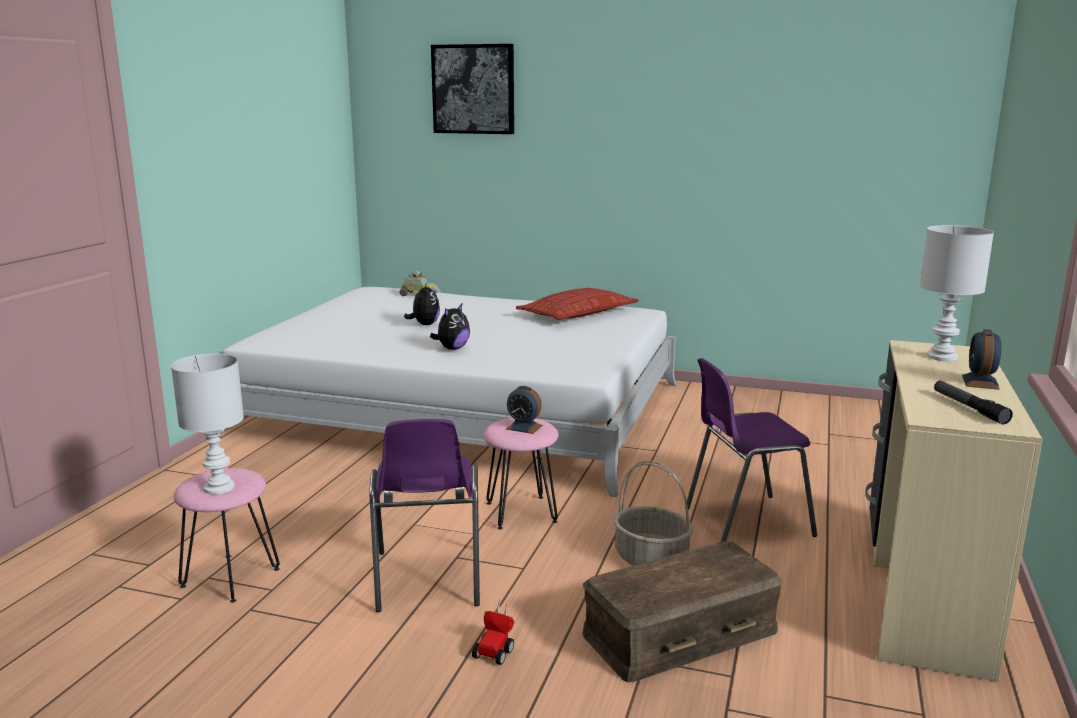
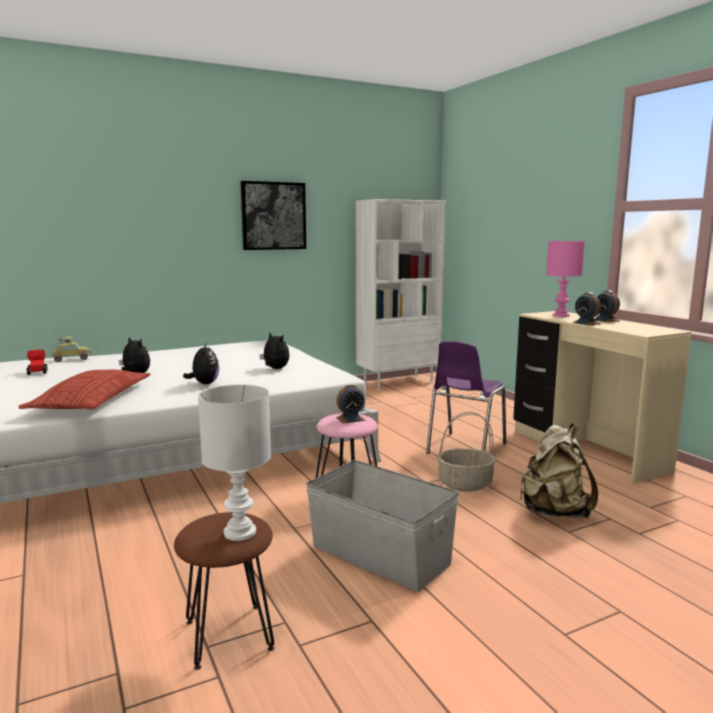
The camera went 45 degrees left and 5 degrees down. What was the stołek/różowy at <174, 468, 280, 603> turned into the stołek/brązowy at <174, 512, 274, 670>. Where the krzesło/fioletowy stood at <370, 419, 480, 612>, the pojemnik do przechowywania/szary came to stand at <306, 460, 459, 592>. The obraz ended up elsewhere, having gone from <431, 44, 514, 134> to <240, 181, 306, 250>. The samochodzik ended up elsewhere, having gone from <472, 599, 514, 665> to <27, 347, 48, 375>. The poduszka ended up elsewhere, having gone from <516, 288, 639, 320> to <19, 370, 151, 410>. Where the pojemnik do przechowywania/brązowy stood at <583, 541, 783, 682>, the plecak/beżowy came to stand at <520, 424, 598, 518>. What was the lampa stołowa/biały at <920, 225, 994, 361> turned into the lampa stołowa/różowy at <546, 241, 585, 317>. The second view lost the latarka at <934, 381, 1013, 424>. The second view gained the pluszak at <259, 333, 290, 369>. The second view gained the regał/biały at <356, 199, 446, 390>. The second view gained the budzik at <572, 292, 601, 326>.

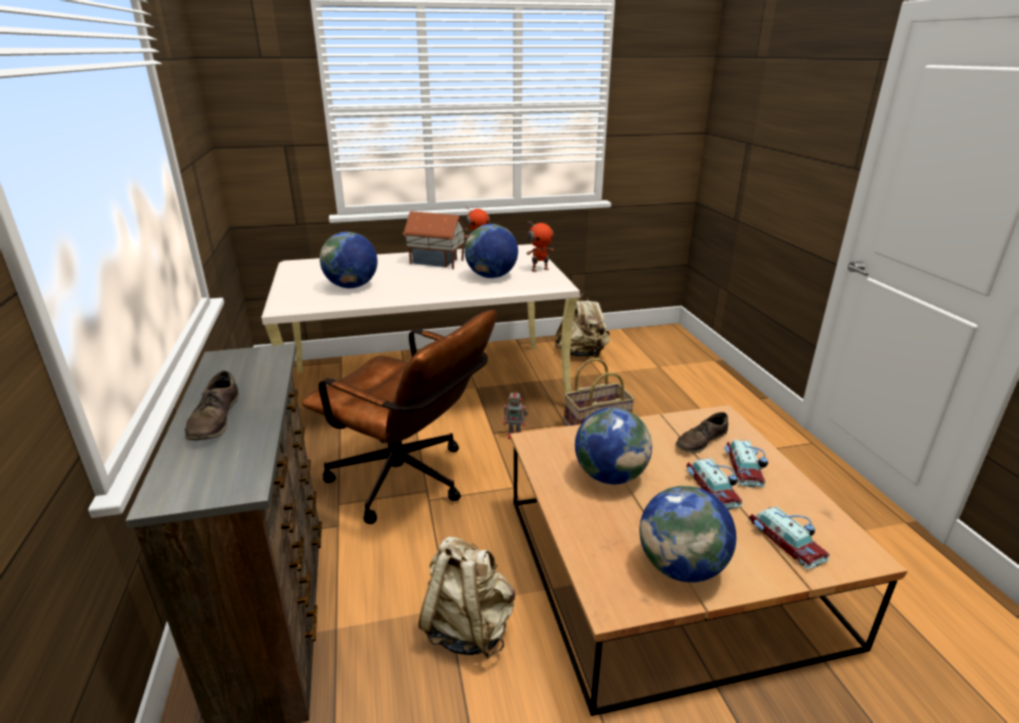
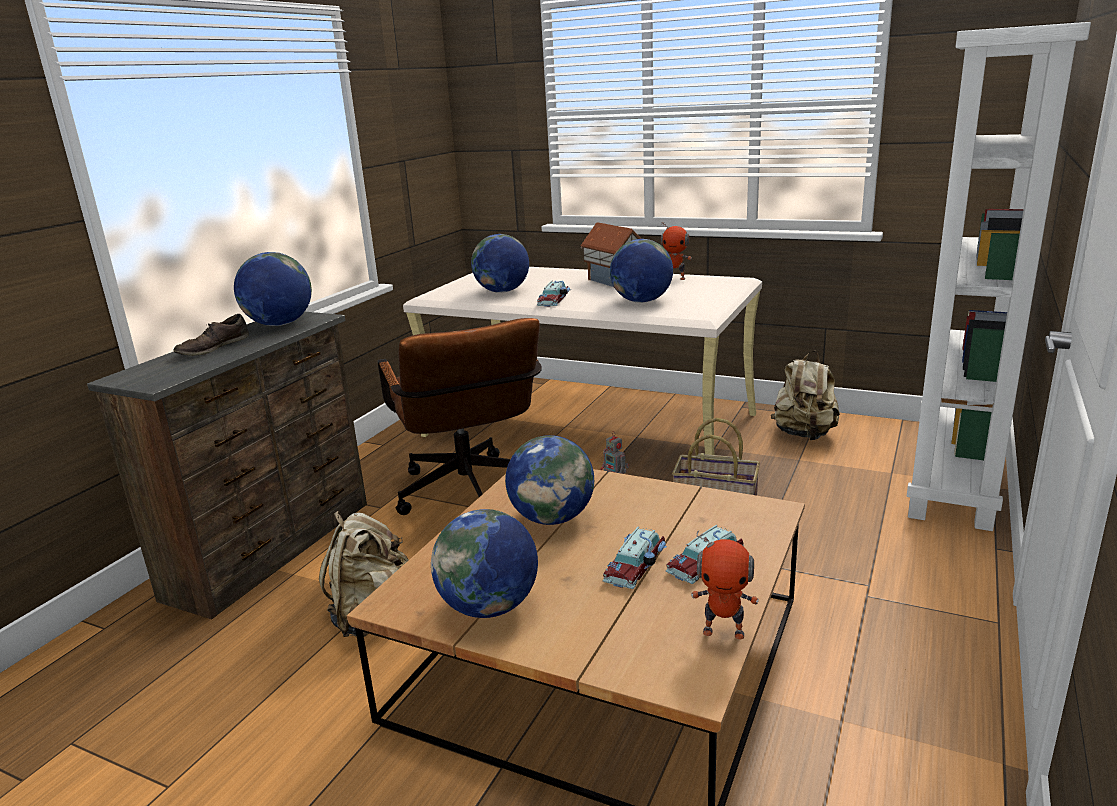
The camera went 40 degrees right and 5 degrees down. The robot zabawkowy ended up elsewhere, having gone from <526, 220, 554, 272> to <691, 530, 759, 639>. The second view lost the but/brązowy at <676, 412, 728, 453>. The samochodzik ended up elsewhere, having gone from <748, 506, 830, 570> to <537, 280, 570, 307>. The second view gained the globus at <234, 252, 312, 326>. The second view gained the regał/biały at <907, 22, 1091, 531>.

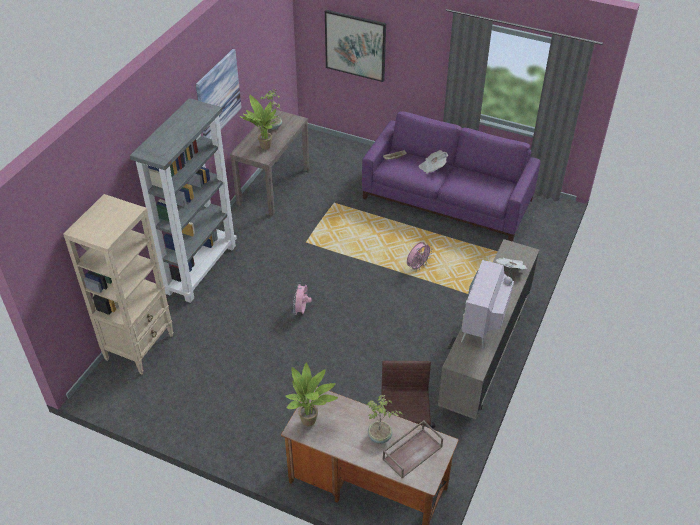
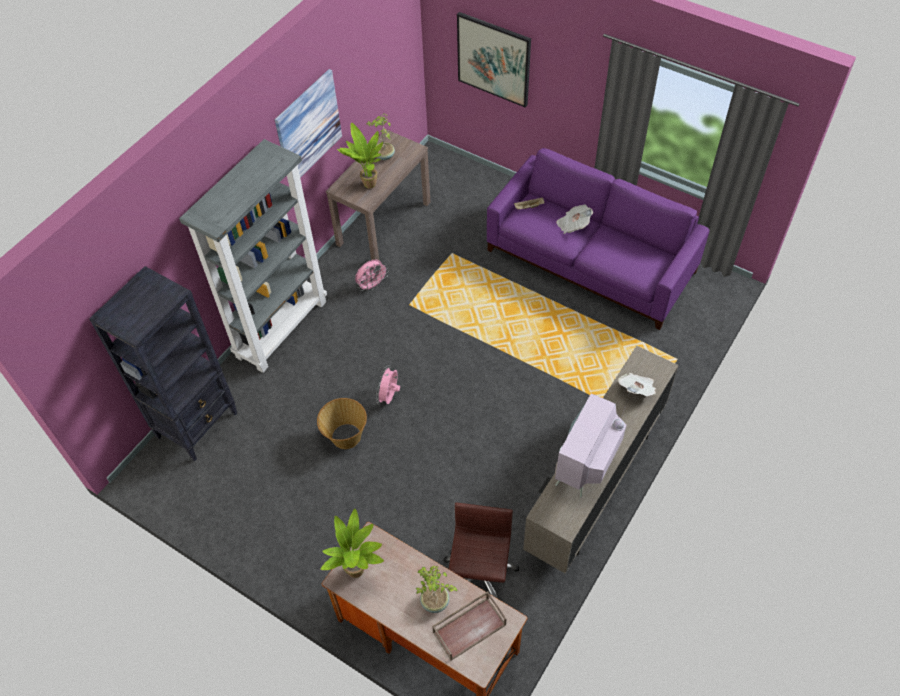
The camera went 10 degrees right and 10 degrees up. What was the regał/beżowy at <63, 194, 174, 375> turned into the regał/czarny at <89, 266, 237, 461>. The wentylator/różowy ended up elsewhere, having gone from <407, 242, 433, 272> to <355, 260, 389, 292>. The second view gained the koszyk at <317, 398, 367, 449>.

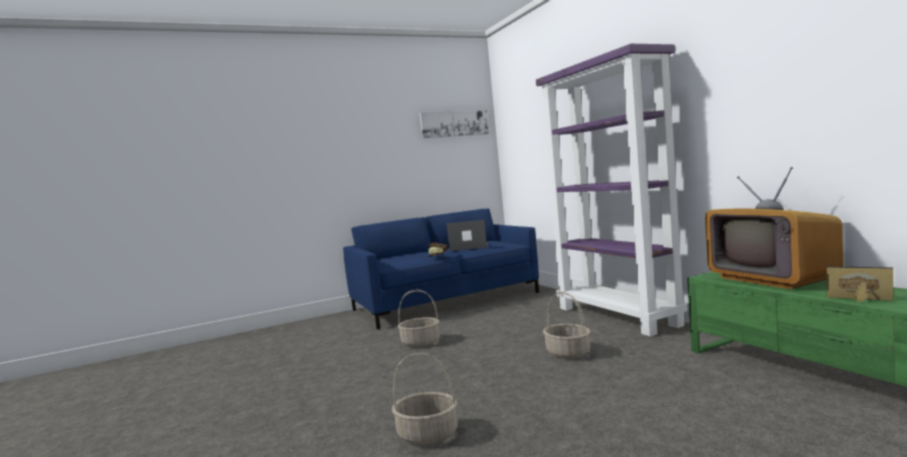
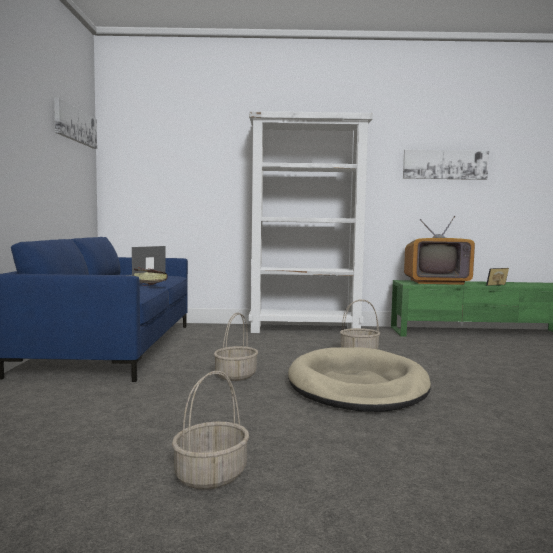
The camera went 65 degrees left and 0 degrees up. The koszyk ended up elsewhere, having gone from <392, 353, 458, 446> to <172, 371, 249, 490>. What was the regał/fioletowy at <536, 44, 687, 337> turned into the regał/biały at <249, 111, 373, 333>. The second view gained the legowisko/beżowy at <288, 347, 431, 412>. The second view gained the obraz at <403, 150, 489, 180>.

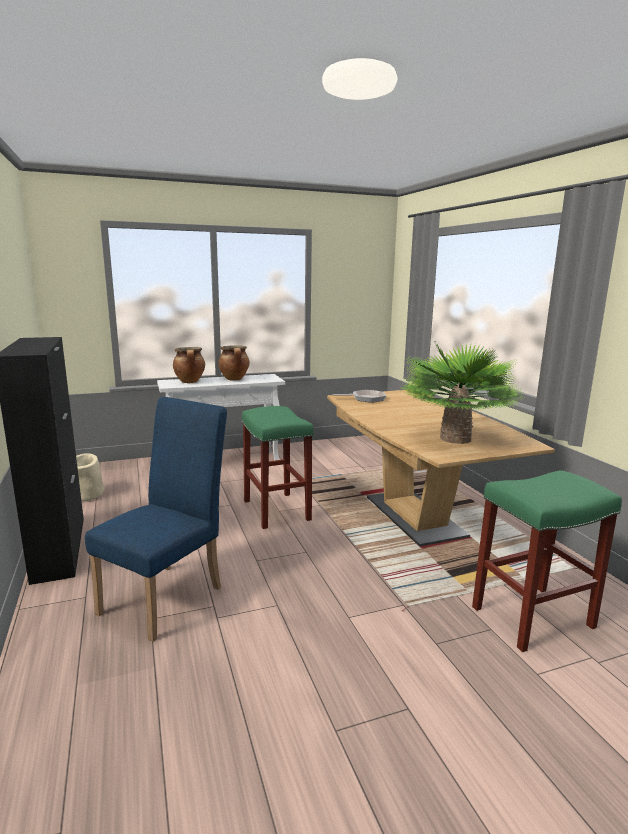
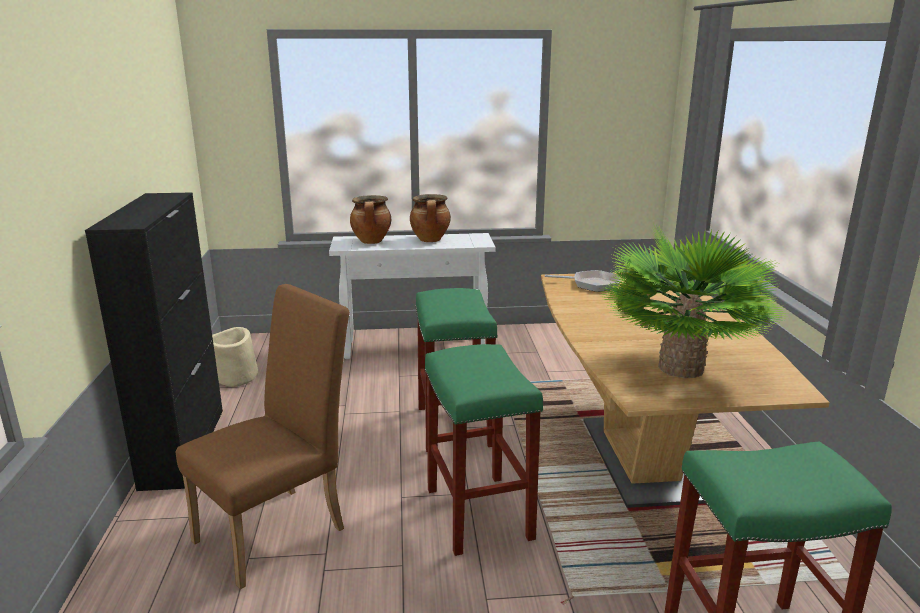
The camera went 15 degrees right and 5 degrees up. What was the krzesło/niebieski at <85, 397, 227, 642> turned into the krzesło/brązowy at <176, 284, 350, 589>. The second view gained the stołek/zielony at <424, 344, 543, 556>.

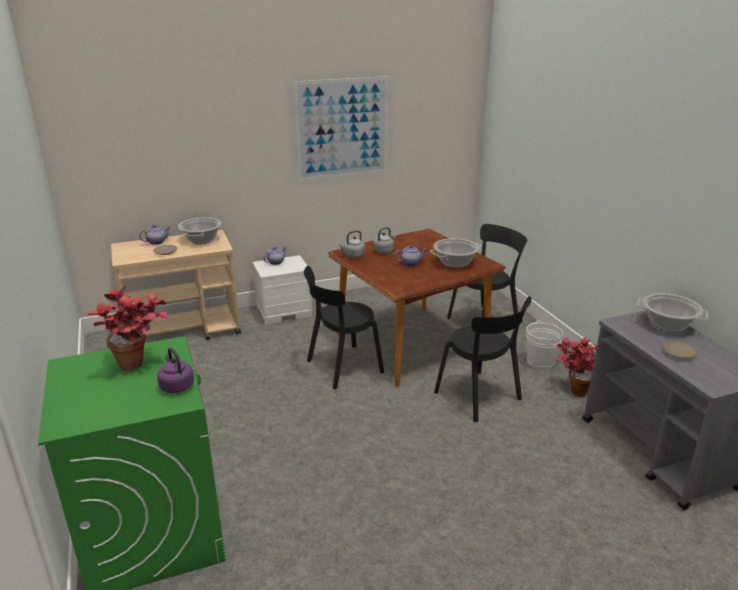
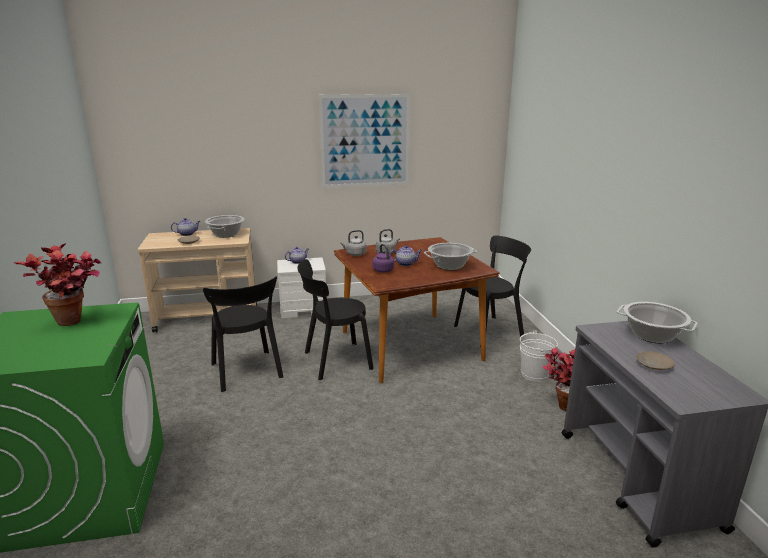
The camera went 10 degrees right and 5 degrees down. The czajnik/fioletowy ended up elsewhere, having gone from <157, 347, 194, 393> to <372, 244, 394, 272>. The krzesło/czarny ended up elsewhere, having gone from <434, 296, 532, 423> to <203, 276, 283, 392>.

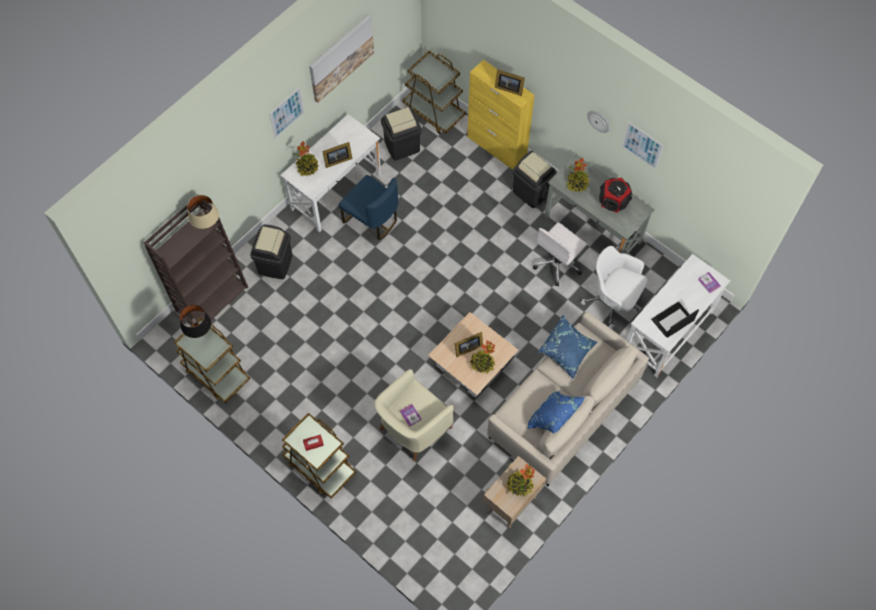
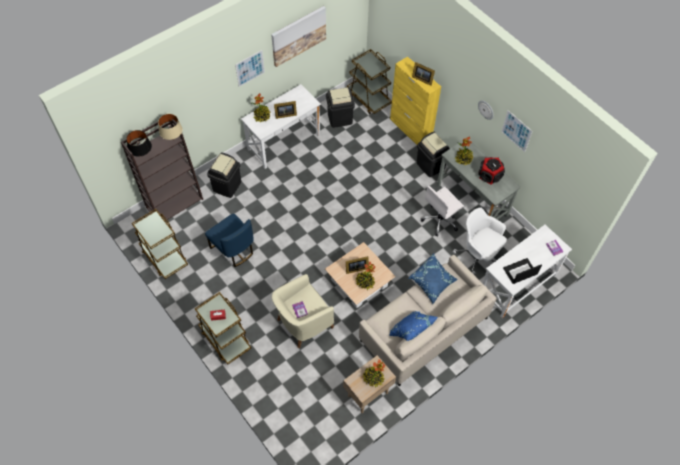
The camera went 10 degrees right and 5 degrees down. The lampa stołowa/czarny ended up elsewhere, having gone from <180, 305, 211, 338> to <127, 130, 152, 157>. The krzesło/niebieski ended up elsewhere, having gone from <339, 175, 398, 240> to <205, 213, 254, 267>.

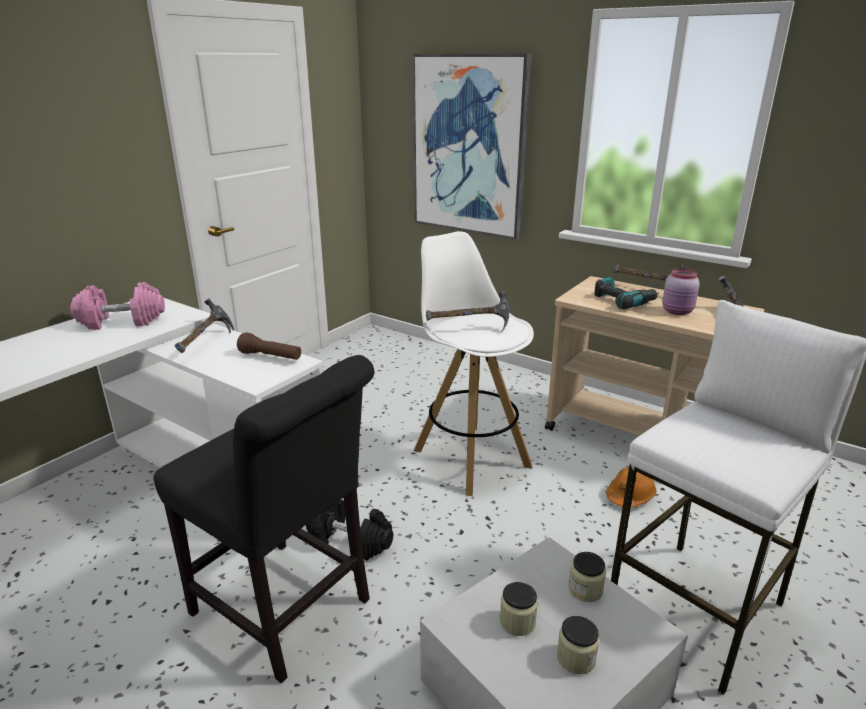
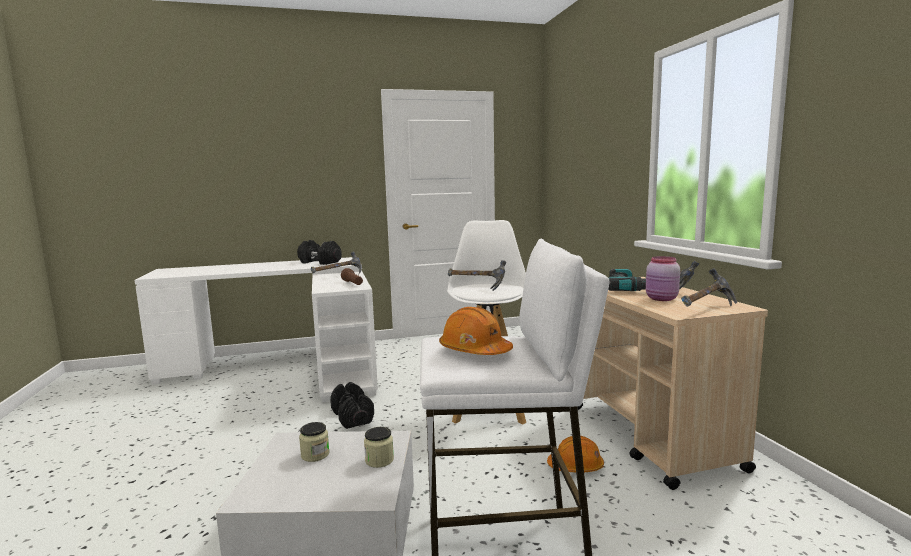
The camera went 40 degrees right and 15 degrees down. What was the hantel/różowy at <70, 282, 165, 330> turned into the hantel/czarny at <297, 240, 342, 265>. The second view lost the krzesło/czarny at <153, 355, 374, 683>. The second view lost the obraz at <413, 54, 532, 240>. The second view lost the słoik at <557, 616, 599, 675>. The second view gained the kask/pomarańczowy at <439, 307, 513, 355>.

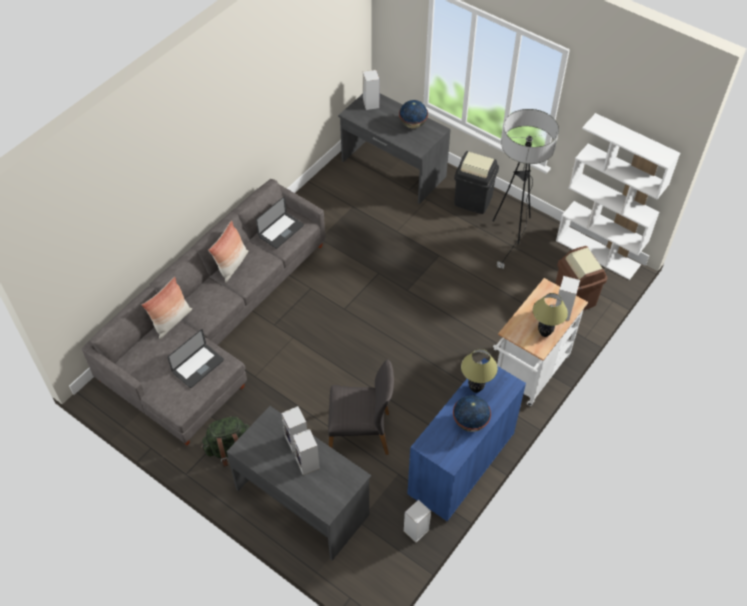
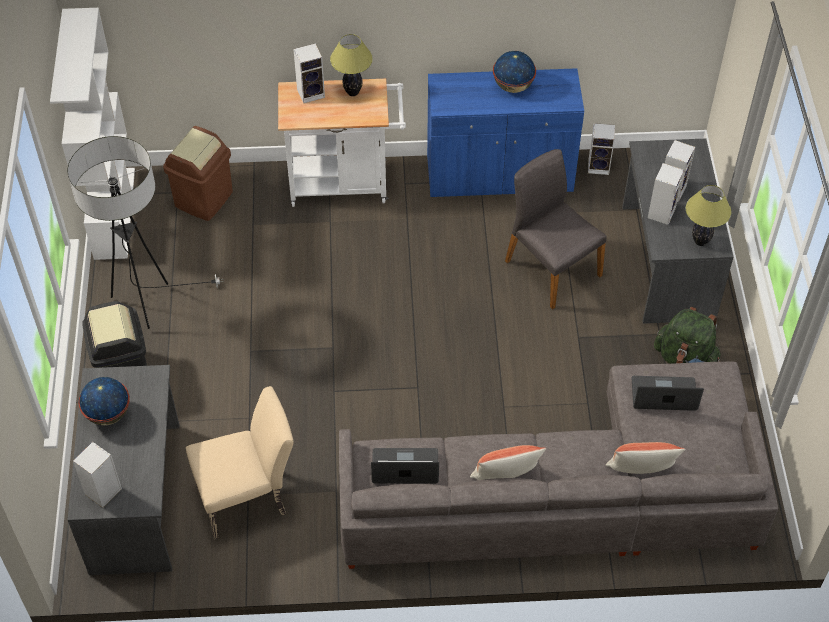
The camera went 130 degrees left and 0 degrees up. The lampa stołowa ended up elsewhere, having gone from <461, 349, 498, 393> to <686, 185, 731, 246>. The second view gained the krzesło/beżowy at <186, 386, 294, 539>.

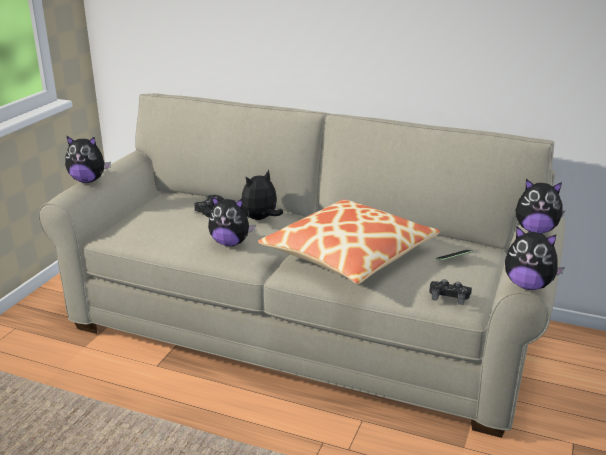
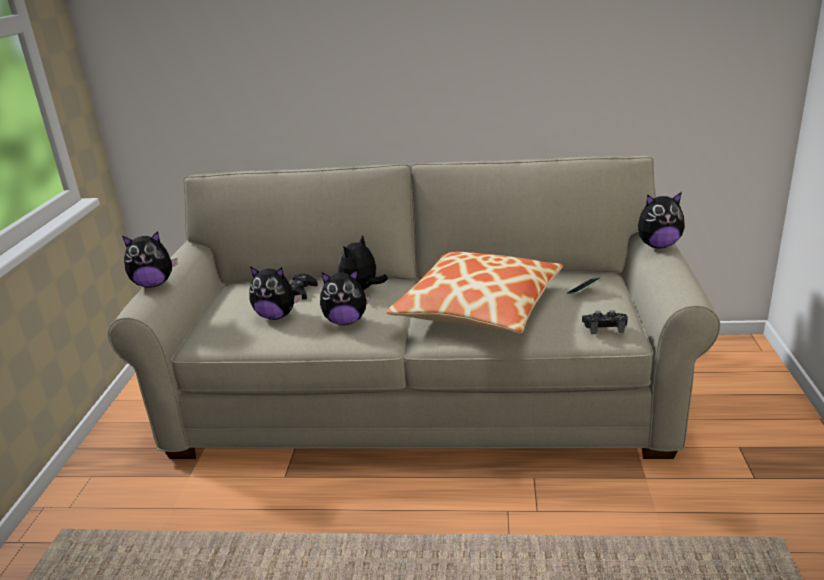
The camera went 15 degrees left and 0 degrees up. The pluszak ended up elsewhere, having gone from <505, 226, 565, 290> to <249, 266, 302, 320>.

